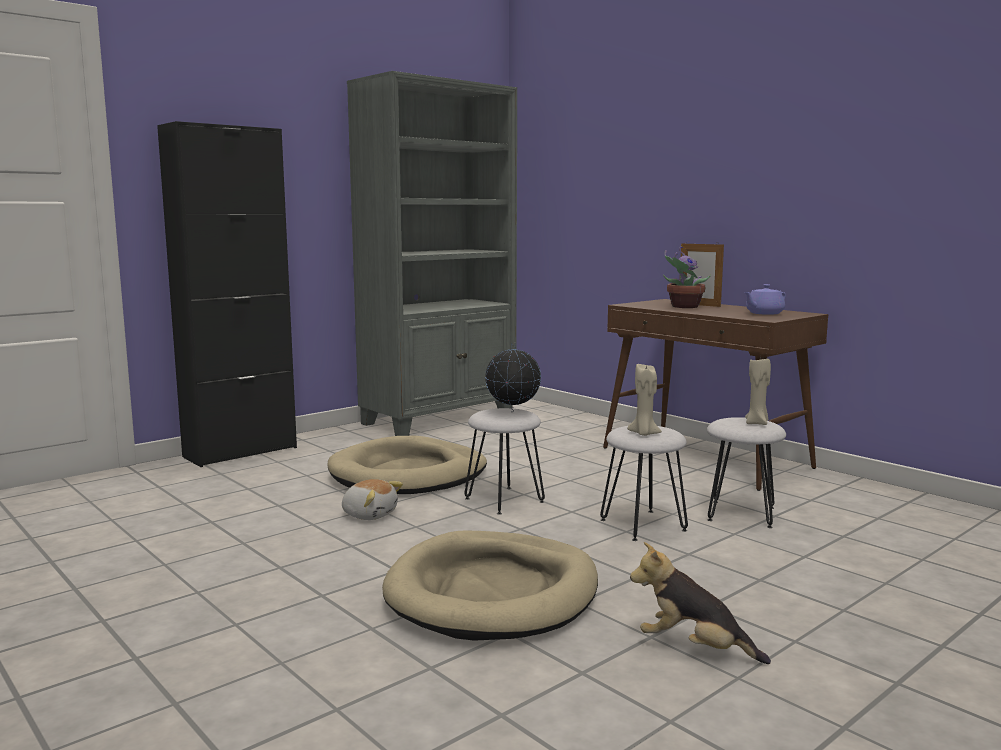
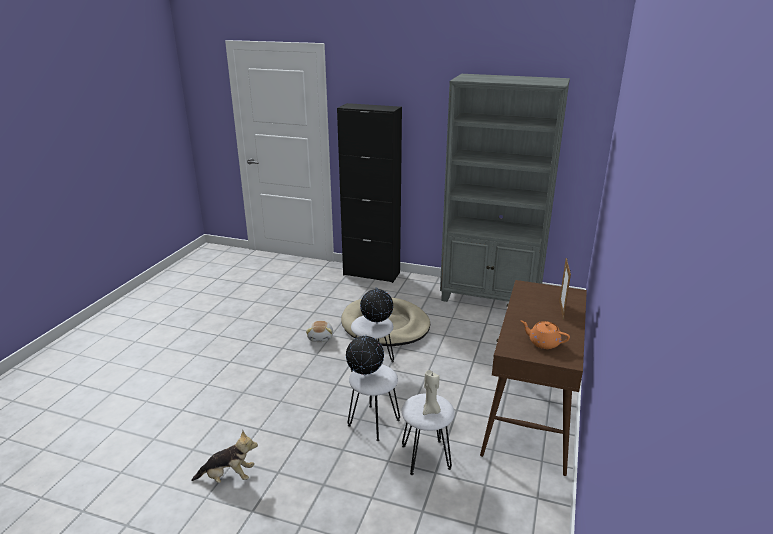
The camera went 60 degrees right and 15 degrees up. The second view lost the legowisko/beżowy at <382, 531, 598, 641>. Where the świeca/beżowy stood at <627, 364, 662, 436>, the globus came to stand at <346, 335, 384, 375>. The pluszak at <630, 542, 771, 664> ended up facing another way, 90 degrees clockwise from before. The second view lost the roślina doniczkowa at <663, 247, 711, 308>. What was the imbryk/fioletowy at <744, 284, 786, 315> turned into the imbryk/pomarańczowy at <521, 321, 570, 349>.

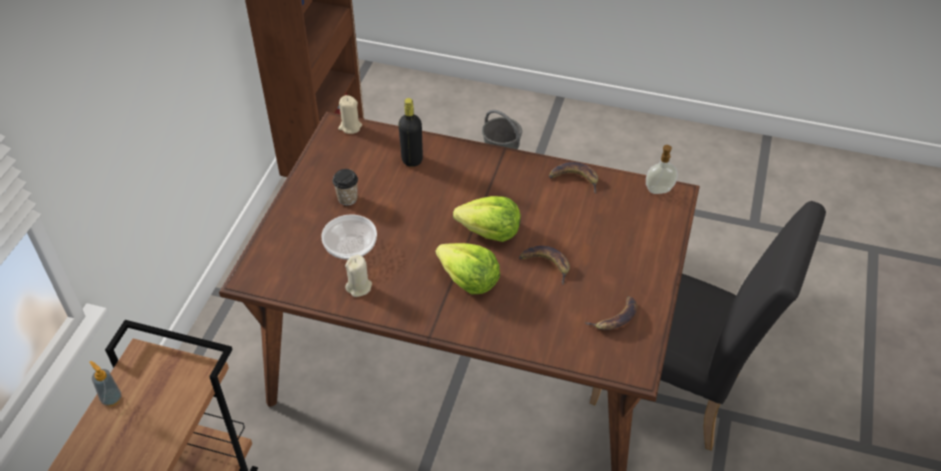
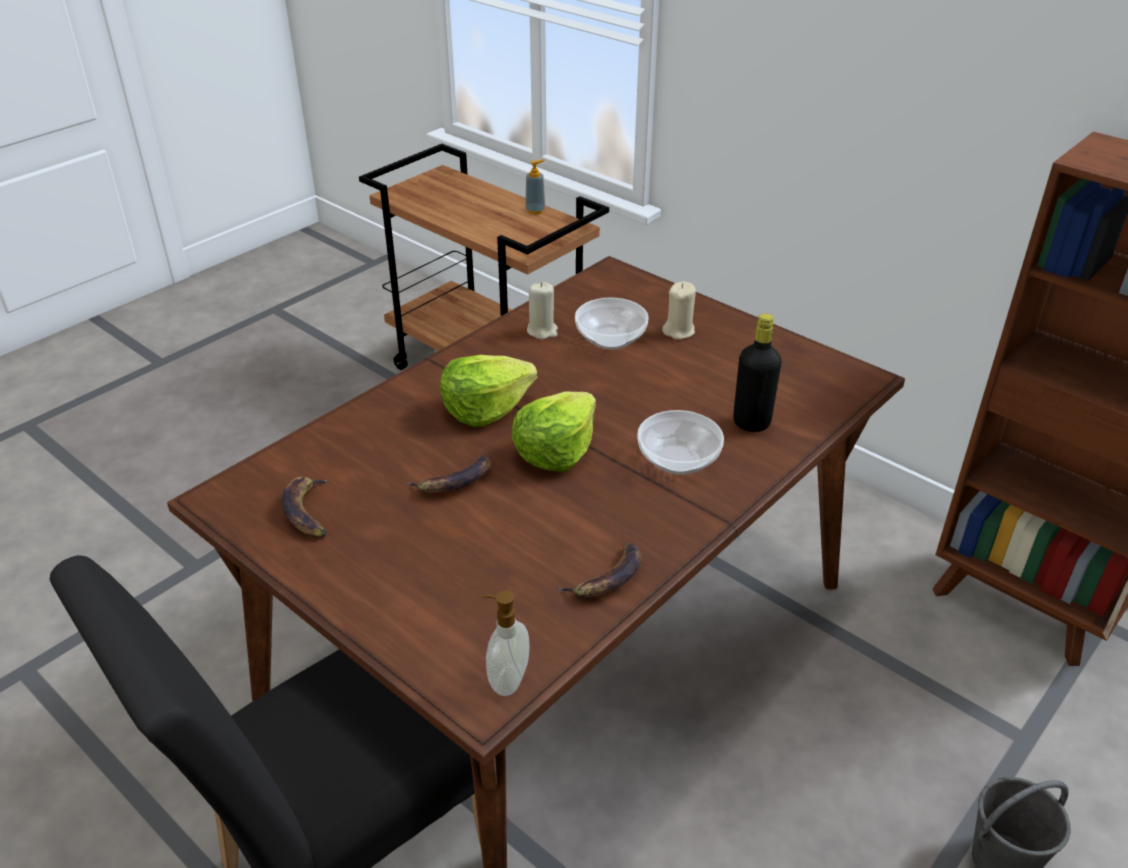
The camera went 115 degrees right and 10 degrees down. The second view lost the filiżanka at <333, 169, 358, 206>. The świeca/beżowy ended up elsewhere, having gone from <338, 95, 362, 134> to <662, 281, 696, 339>. The second view gained the miska at <637, 410, 724, 475>.

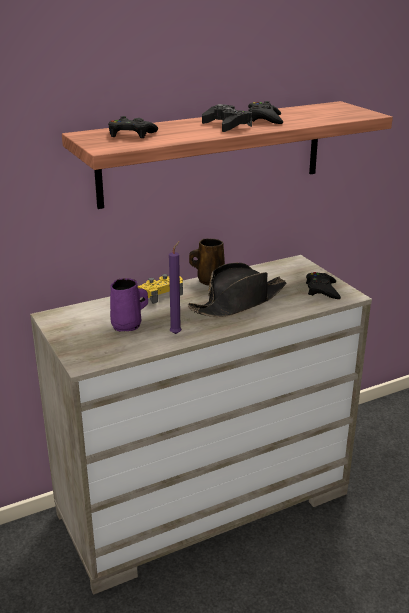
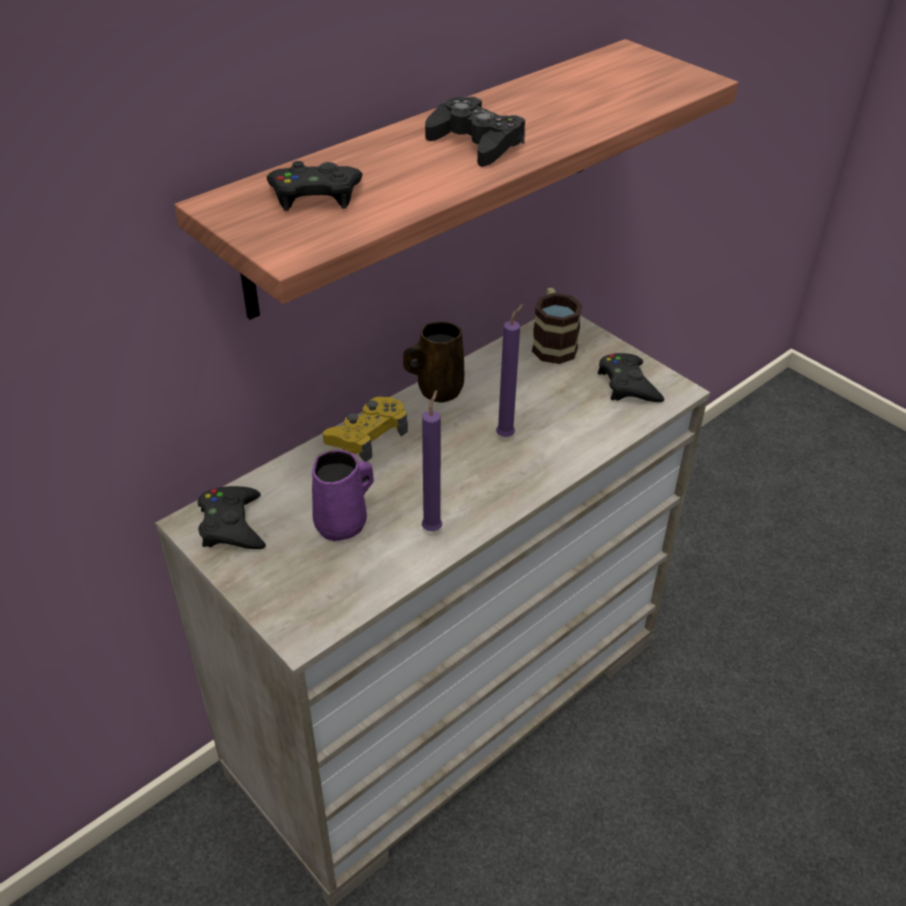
The camera went 15 degrees left and 15 degrees up. Where the kapelusz/czarny stood at <188, 263, 287, 317>, the świeca/fioletowy came to stand at <496, 304, 523, 437>. The pad do gier/czarny ended up elsewhere, having gone from <248, 101, 283, 124> to <197, 486, 266, 549>. The second view gained the kubek at <532, 288, 583, 364>.

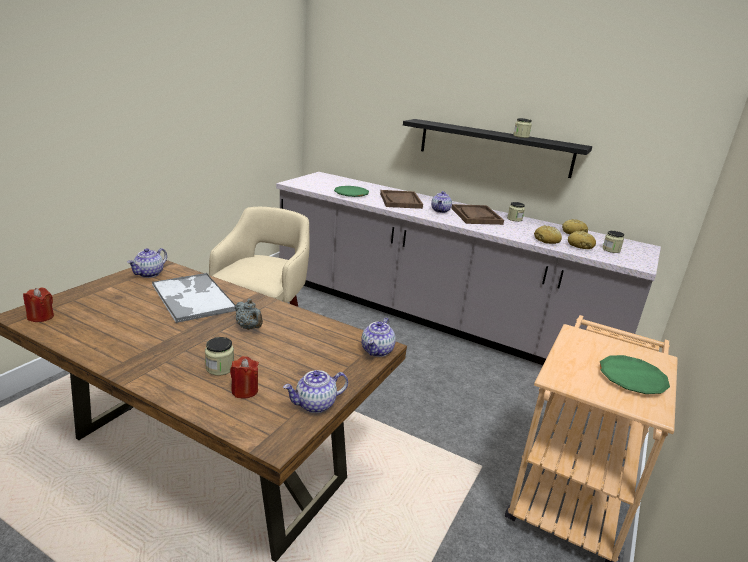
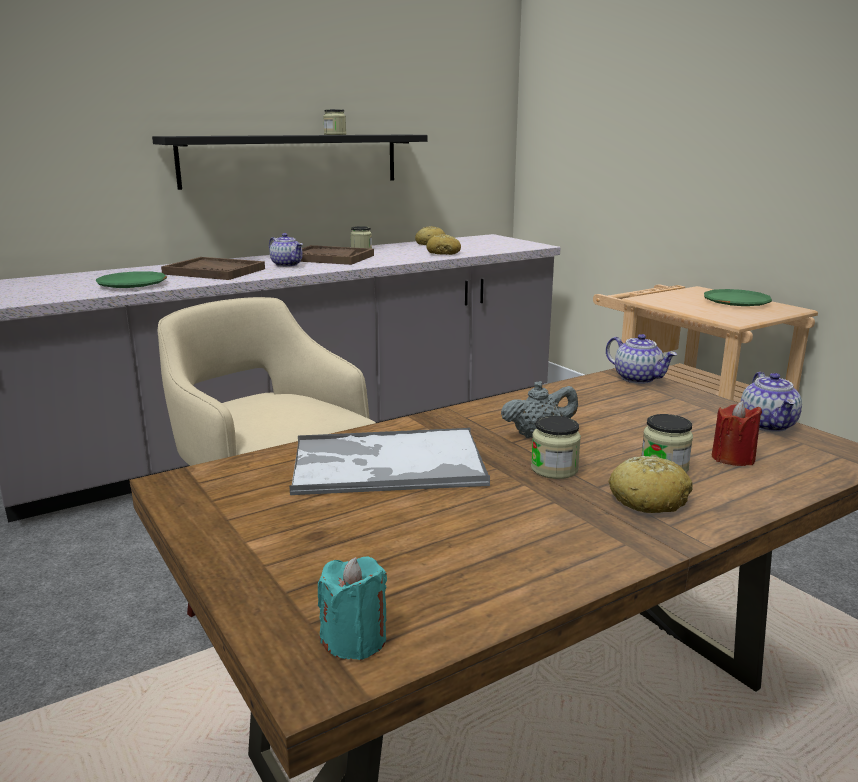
The camera went 60 degrees left and 5 degrees down. What was the świeca/czerwony at <23, 287, 54, 322> turned into the świeca/turkusowy at <318, 556, 387, 660>. The second view lost the imbryk at <127, 248, 167, 278>. The chleb ended up elsewhere, having gone from <568, 231, 596, 249> to <608, 456, 693, 513>. The słoik ended up elsewhere, having gone from <602, 230, 624, 253> to <531, 416, 581, 479>.

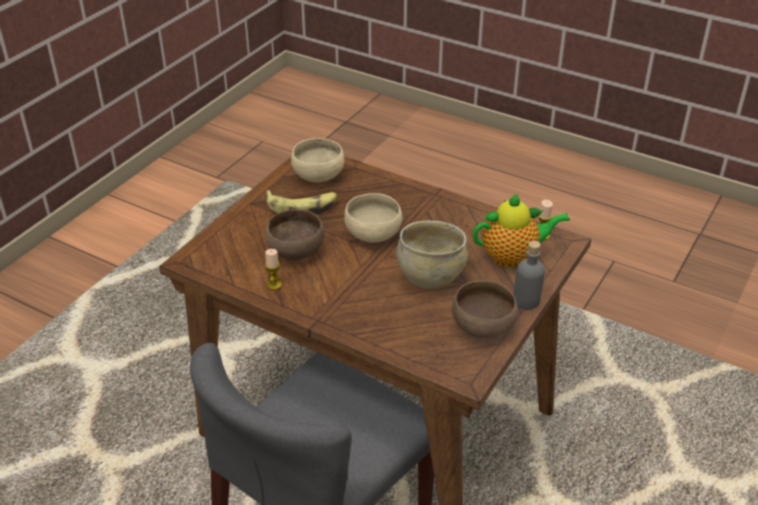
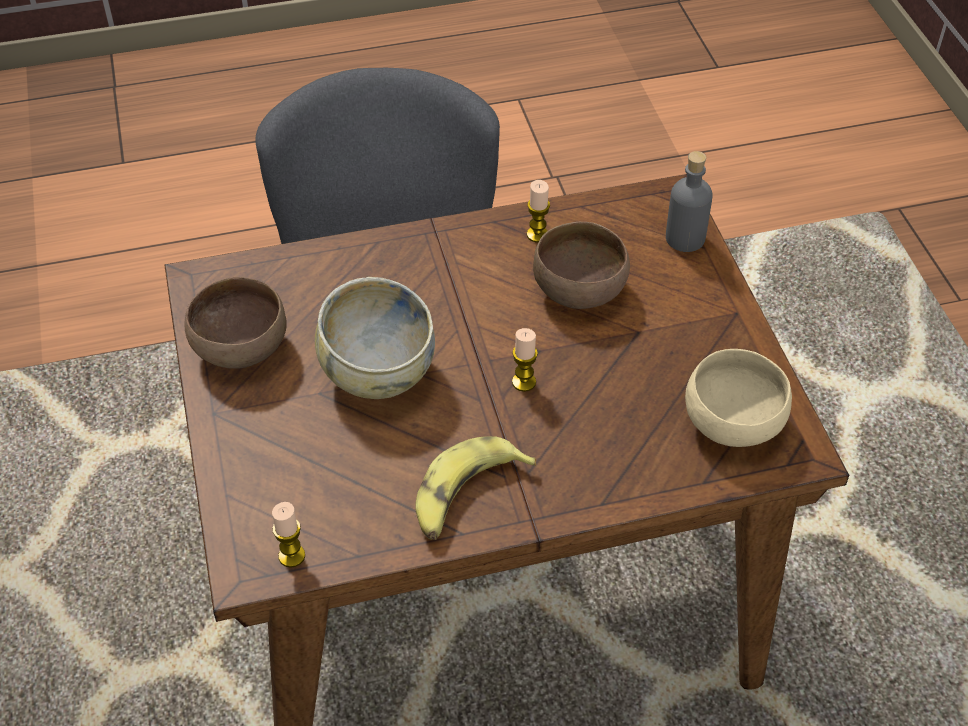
The camera went 135 degrees right and 10 degrees up. The banan ended up elsewhere, having gone from <266, 190, 337, 215> to <415, 436, 536, 540>. Where the miska/beżowy stood at <344, 193, 403, 242>, the świeca came to stand at <512, 328, 538, 392>. The second view lost the imbryk at <473, 194, 570, 268>. The butelka/szary ended up elsewhere, having gone from <514, 241, 545, 310> to <666, 151, 713, 252>.

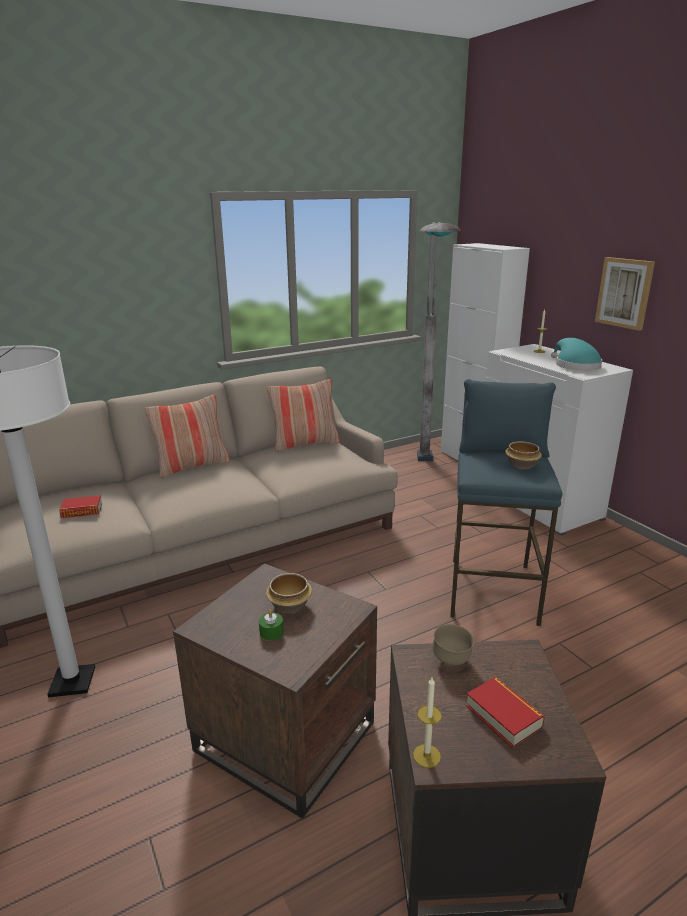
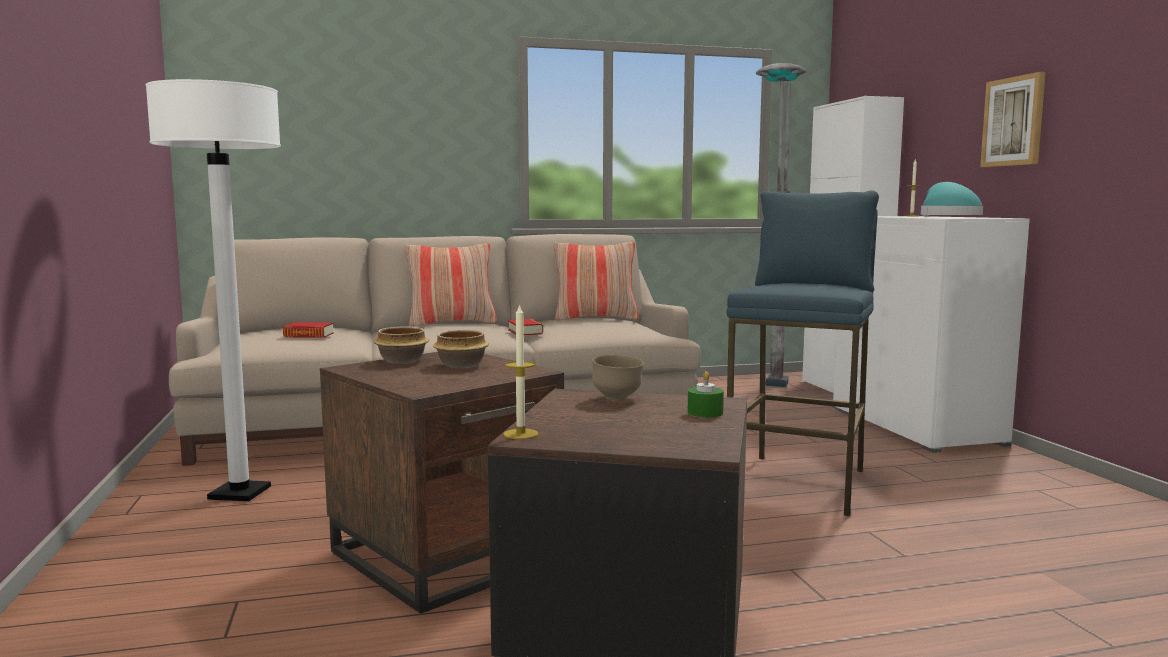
The camera went 15 degrees right and 15 degrees down. The świeca/zielony ended up elsewhere, having gone from <259, 609, 284, 641> to <688, 371, 724, 418>. The książka ended up elsewhere, having gone from <466, 677, 545, 748> to <508, 319, 543, 335>. The miska ended up elsewhere, having gone from <505, 441, 542, 469> to <374, 327, 429, 364>.

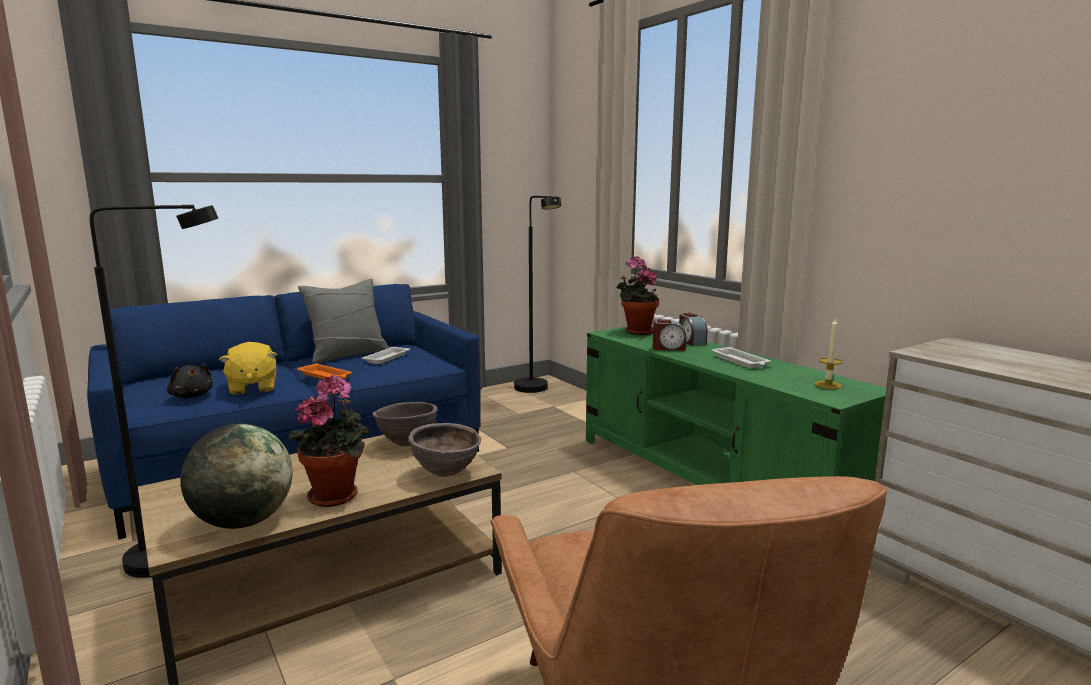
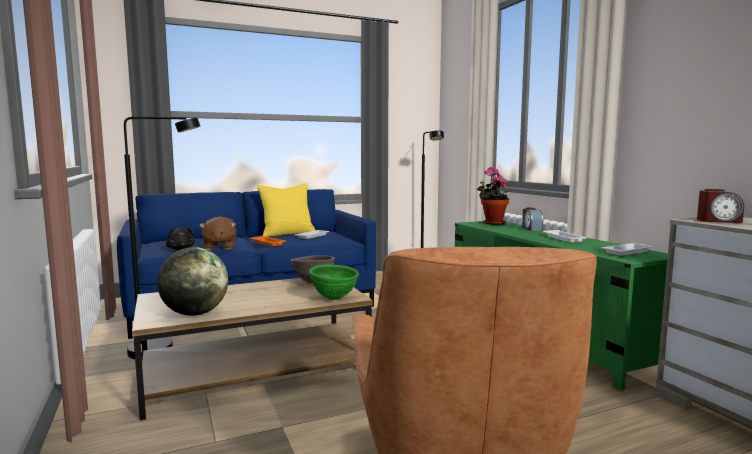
The camera went 10 degrees right and 5 degrees down. What was the pluszak/żółty at <219, 342, 277, 395> turned into the pluszak/brązowy at <199, 217, 237, 250>. The second view lost the roślina doniczkowa at <288, 374, 369, 507>. What was the poduszka/szary at <298, 279, 389, 363> turned into the poduszka/żółty at <256, 183, 315, 237>. What was the miska/brązowy at <408, 423, 481, 477> turned into the miska/zielony at <309, 264, 359, 300>. The budzik ended up elsewhere, having gone from <653, 319, 686, 351> to <697, 189, 744, 223>. Where the świeca stood at <814, 318, 843, 389>, the taca/biały came to stand at <601, 243, 654, 256>.

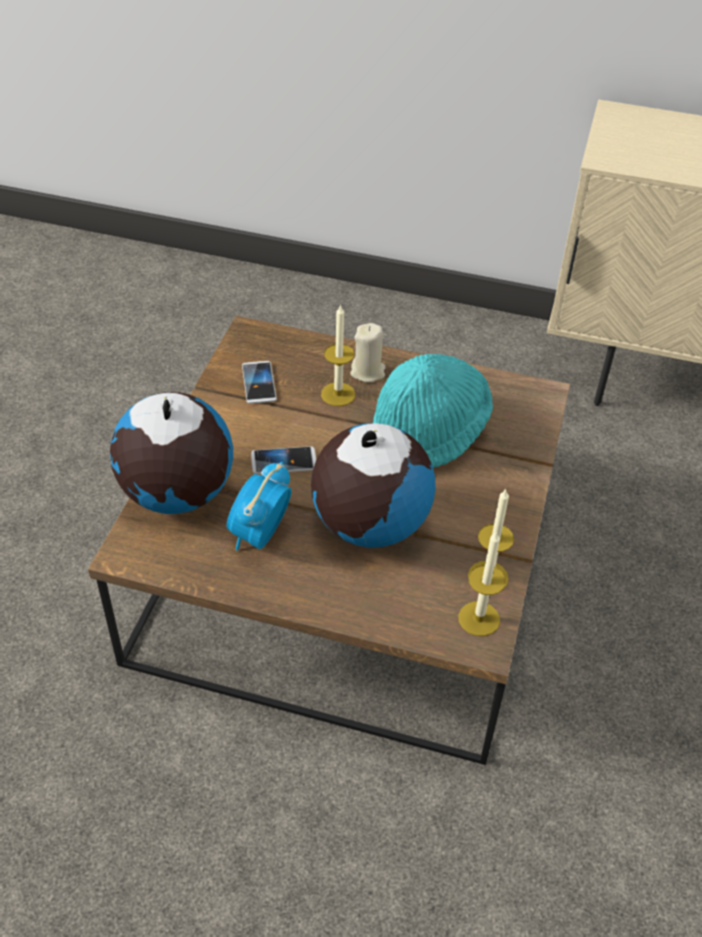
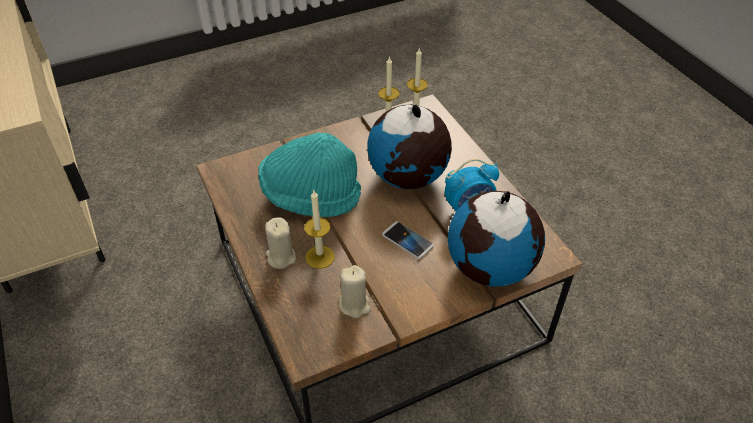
The camera went 130 degrees left and 0 degrees up. Where the telefon stood at <242, 361, 277, 404>, the świeca/beżowy came to stand at <340, 265, 371, 318>.

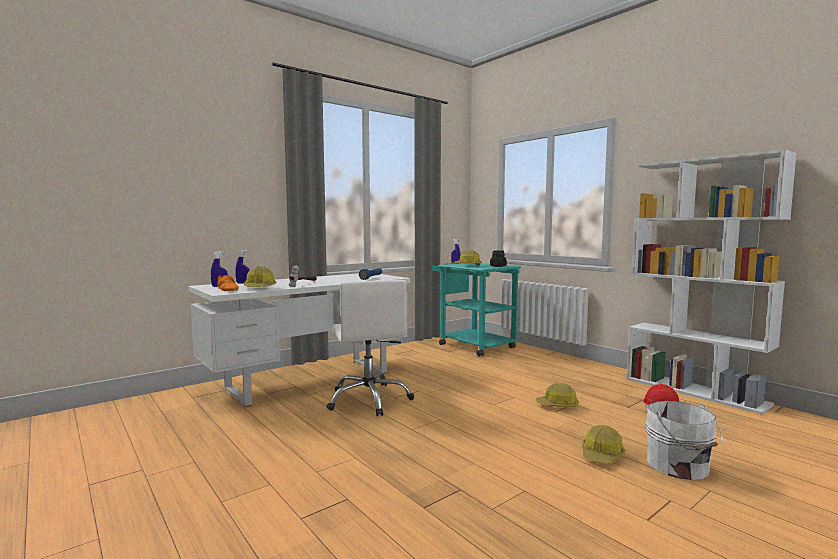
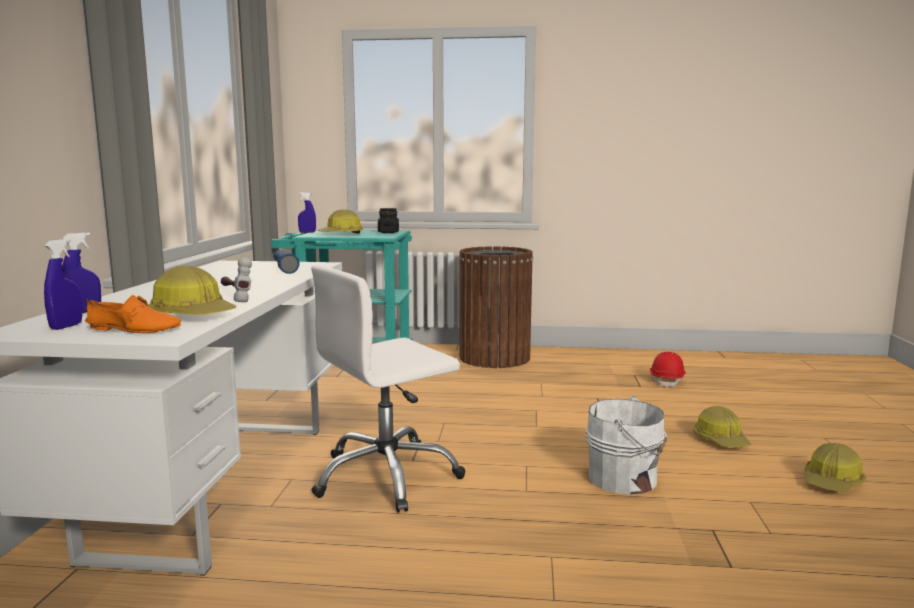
The camera went 45 degrees left and 5 degrees up. The krzesło biurowe/biały at <326, 280, 414, 416> ended up facing another way, 120 degrees clockwise from before. The kask ended up elsewhere, having gone from <536, 383, 579, 407> to <805, 443, 866, 492>. The second view lost the regał/biały at <626, 149, 797, 414>. The wiadro/biały ended up elsewhere, having gone from <645, 401, 723, 480> to <586, 396, 667, 494>. The second view gained the kosz na śmieci/brązowy at <459, 246, 533, 368>.

